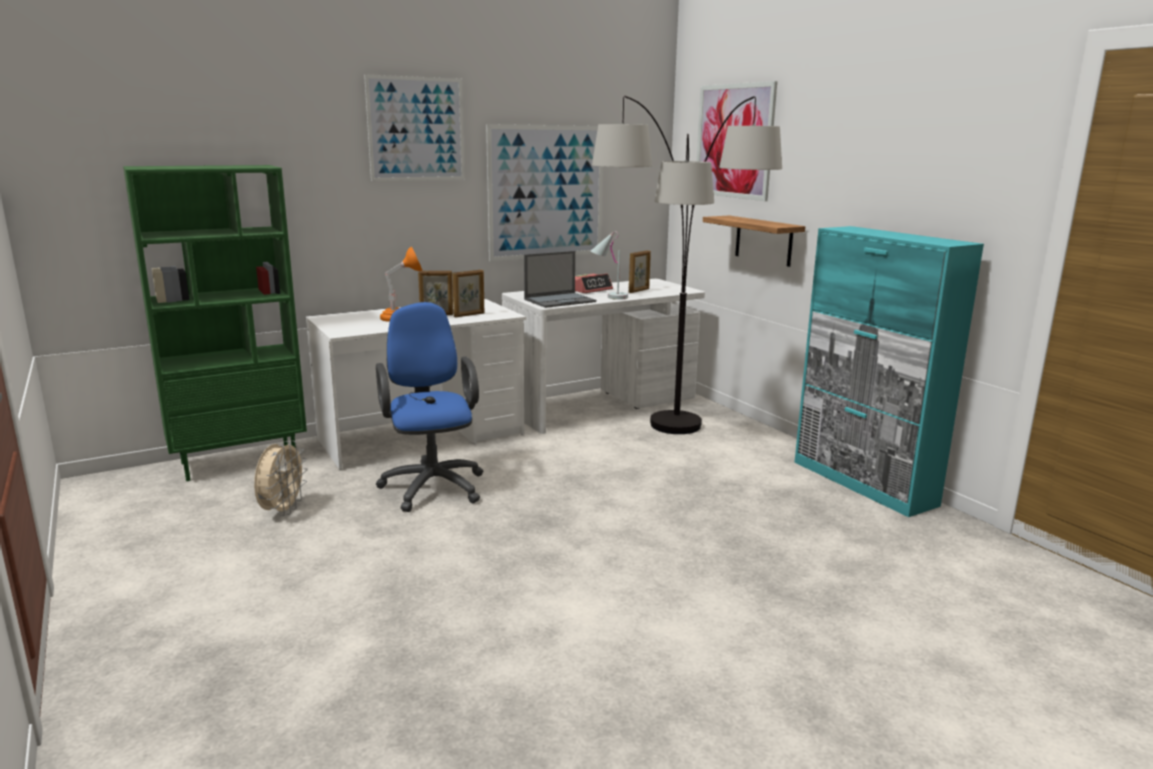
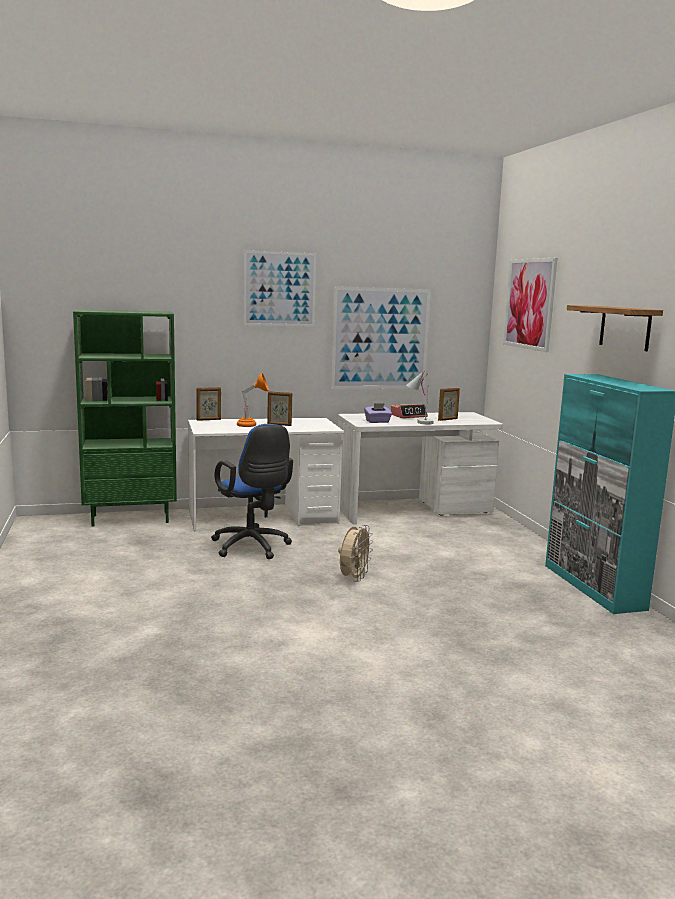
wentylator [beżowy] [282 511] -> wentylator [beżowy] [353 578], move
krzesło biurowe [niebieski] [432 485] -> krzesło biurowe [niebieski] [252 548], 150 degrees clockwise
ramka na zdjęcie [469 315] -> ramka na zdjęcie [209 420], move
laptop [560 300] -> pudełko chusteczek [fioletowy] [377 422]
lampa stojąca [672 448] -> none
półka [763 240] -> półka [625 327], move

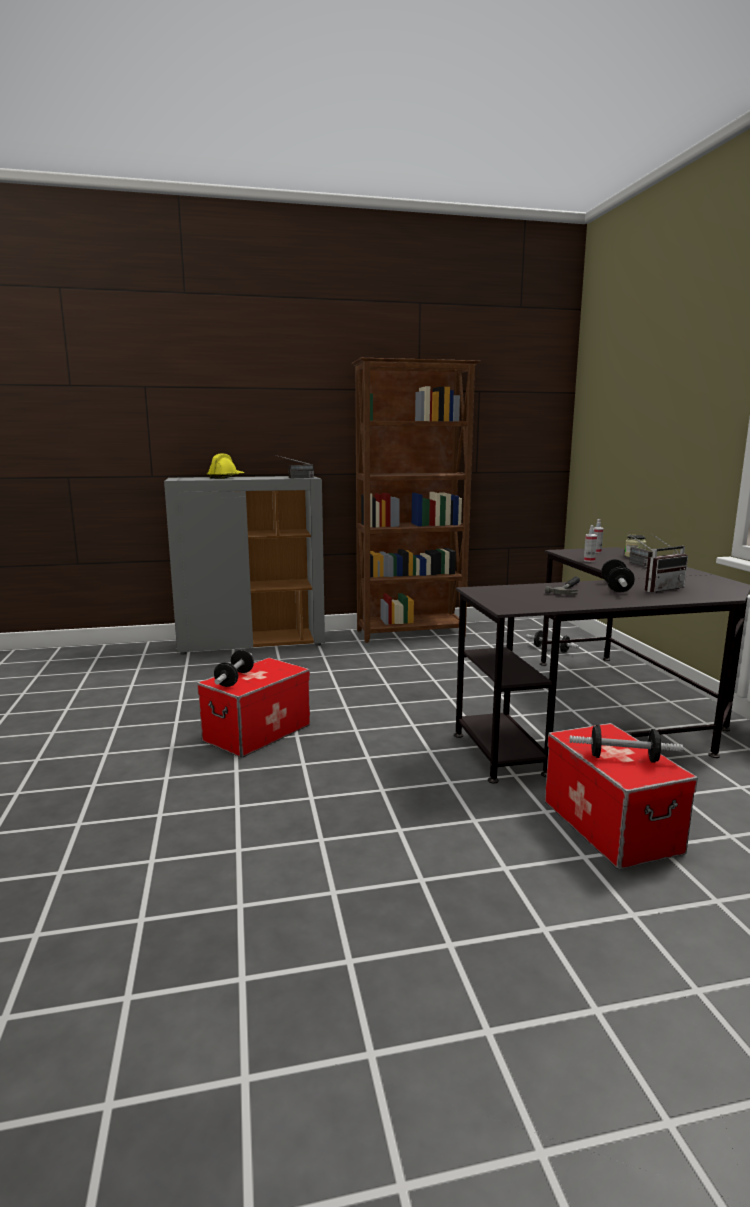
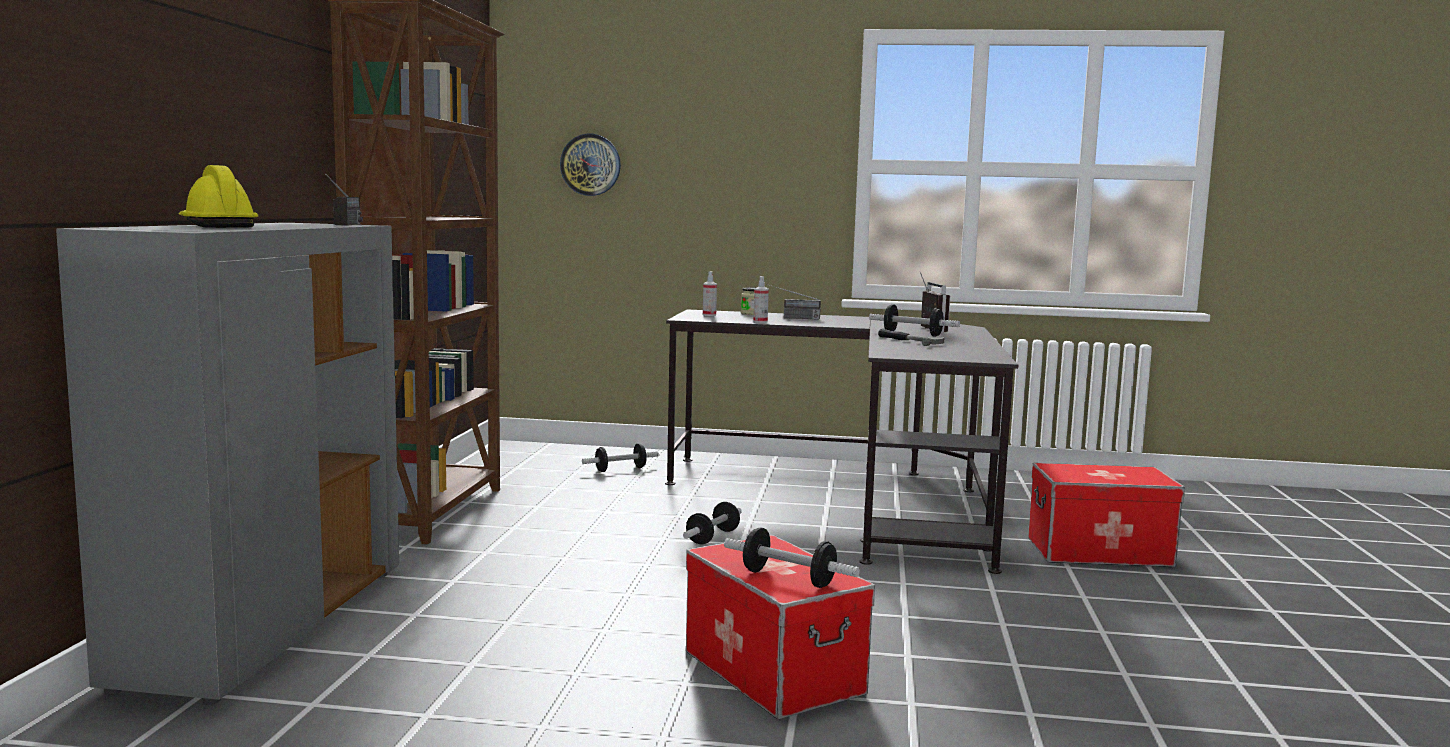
hantel [623 758] -> hantel [713 537], move
none -> zegar ścienny [590 164]

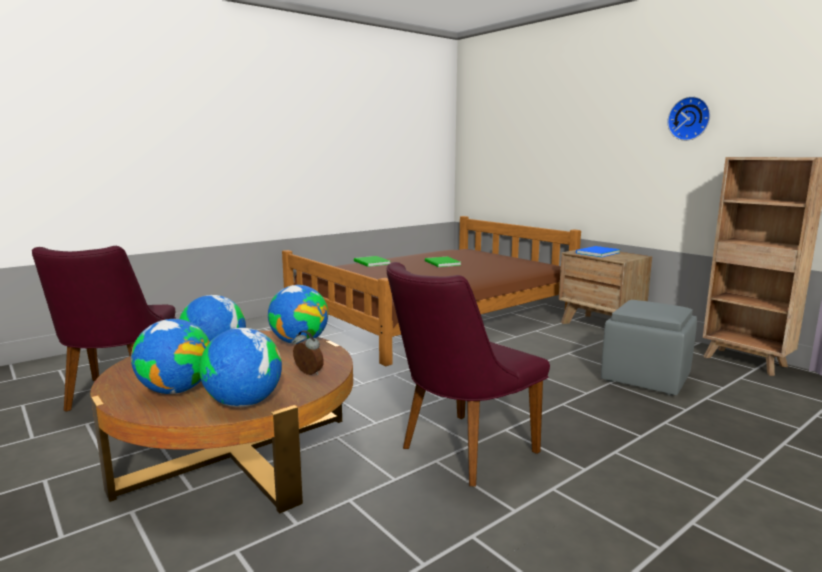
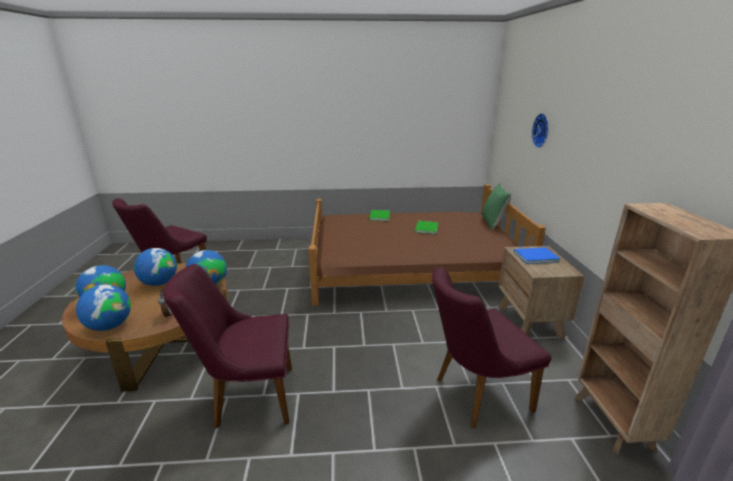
pufa [szary] [644 378] -> krzesło [fioletowy] [474 395]
zegar ścienny [690 118] -> zegar ścienny [542 130], move
none -> poduszka [zielony] [493 223]

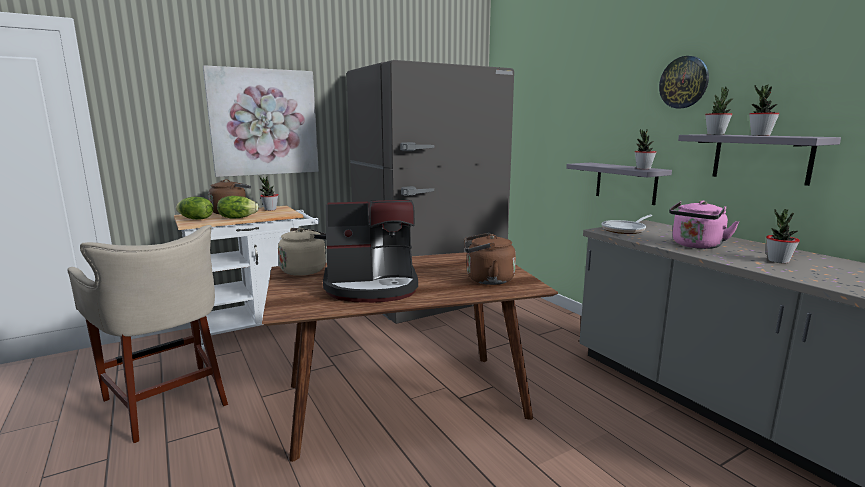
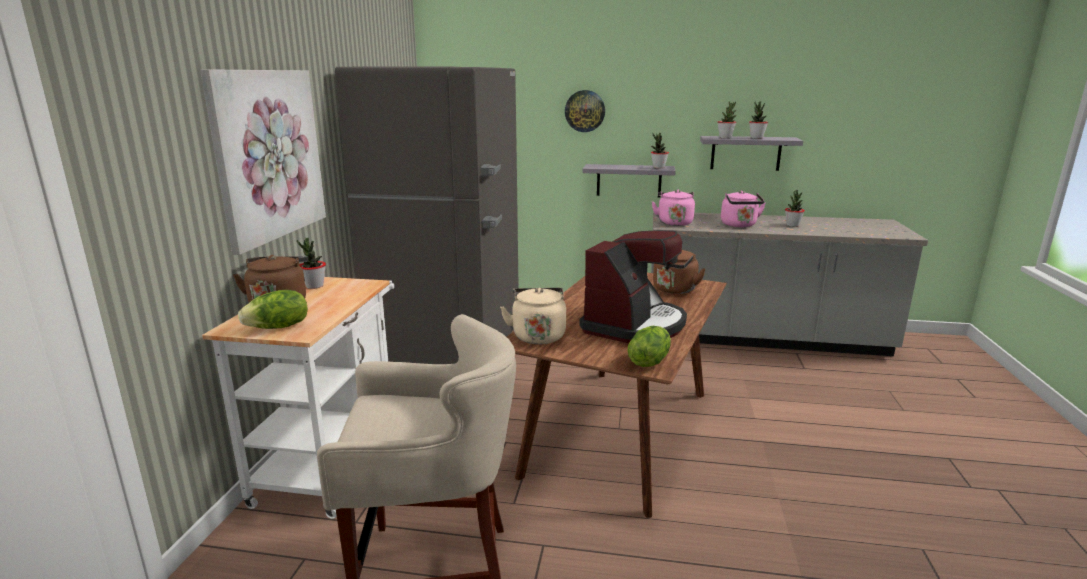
sałata [237 218] -> sałata [649 361], move
patelnia [625 230] -> czajnik [różowy] [674 223]
zegar ścienny [684 82] -> zegar ścienny [585 111], move

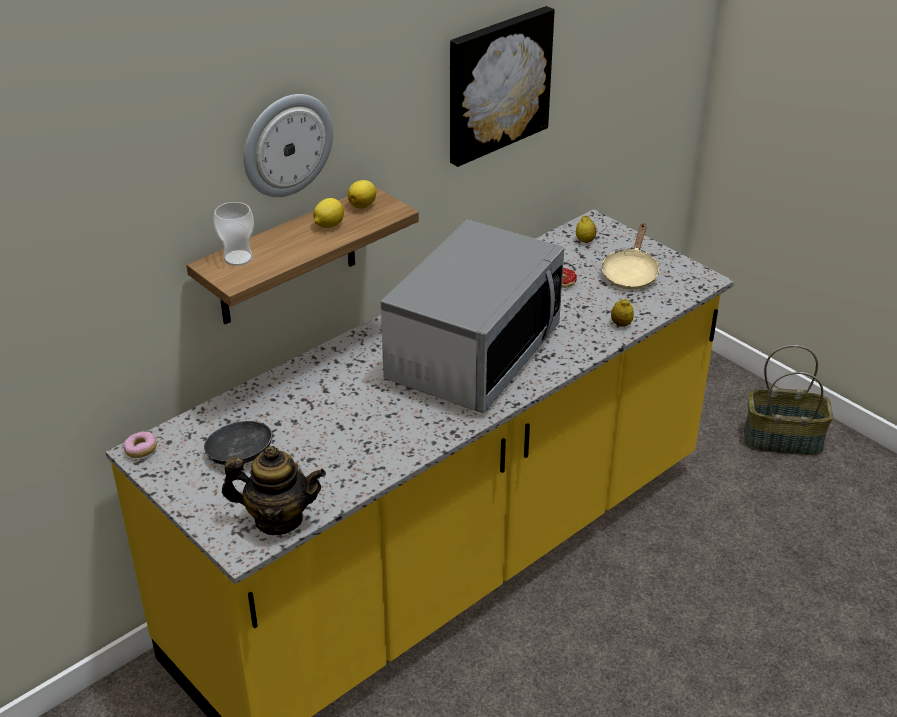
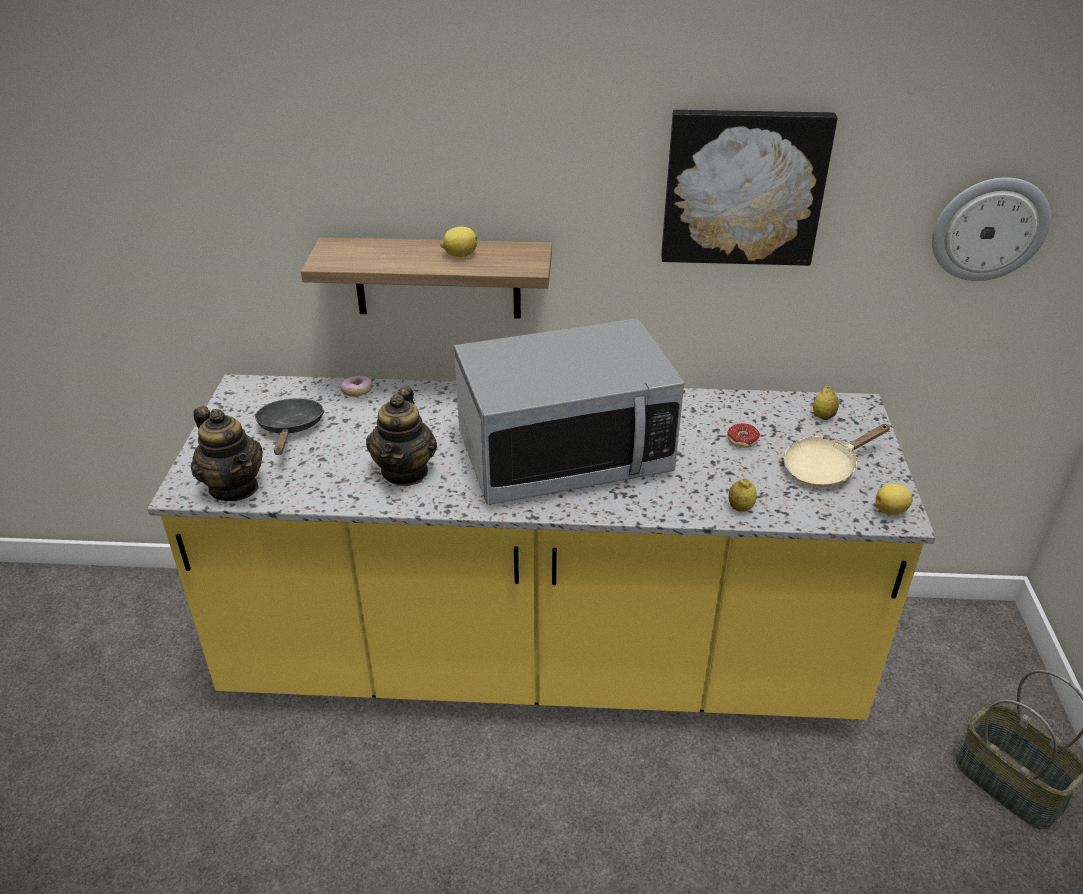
donut [141 450] -> donut [357 392], move
filiżanka [238 258] -> none
zegar ścienny [287 145] -> zegar ścienny [989 229], move
cytryna [363 205] -> cytryna [891 511], move
none -> imbryk [405 471]

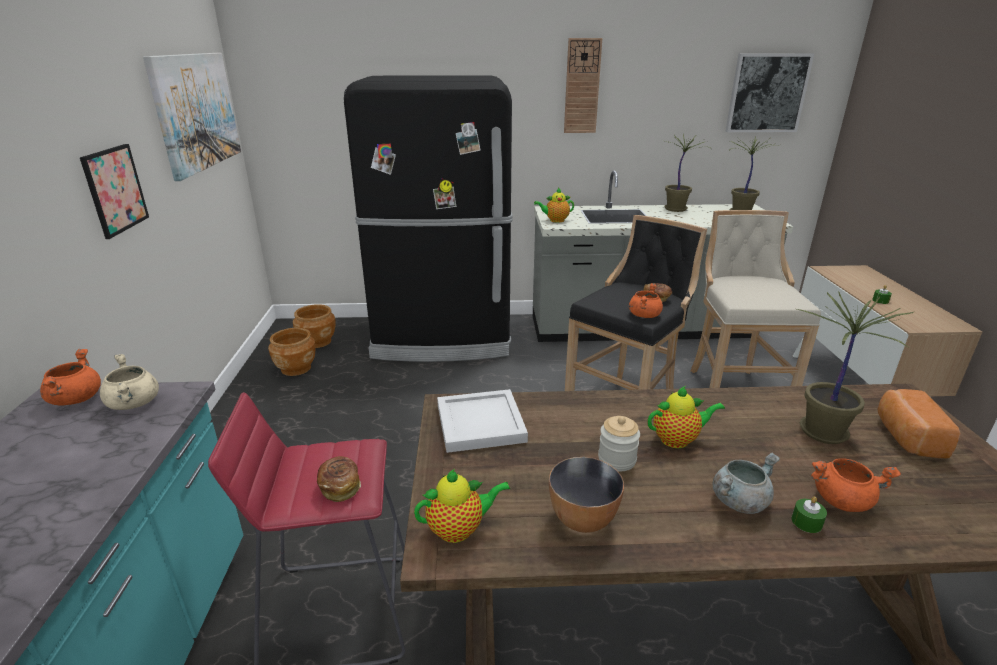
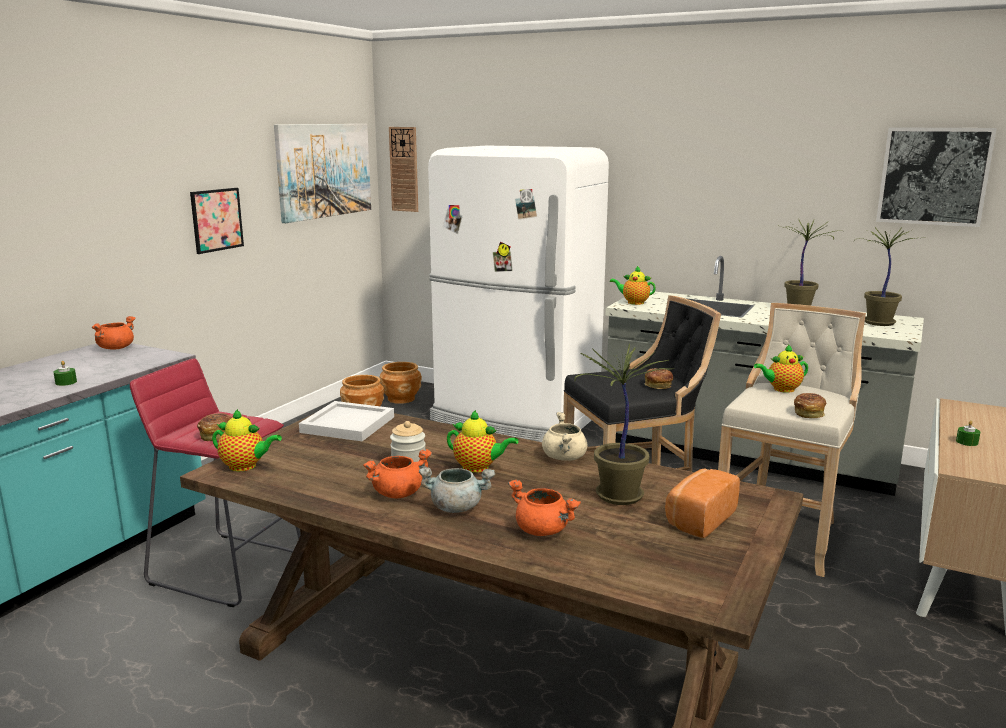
garnek [beżowy] [135 403] -> garnek [beżowy] [565 458], move
lodówka [czarny] [442 338] -> lodówka [biały] [515 419]
miska [583 519] -> none
zegar ścienny [582 86] -> zegar ścienny [404 169], move
garnek [pomarańczowy] [644 315] -> garnek [pomarańczowy] [398 493], move
świeca [zielony] [806 522] -> świeca [zielony] [66 382], move
none -> imbryk [781 389]
none -> chleb [809 413]

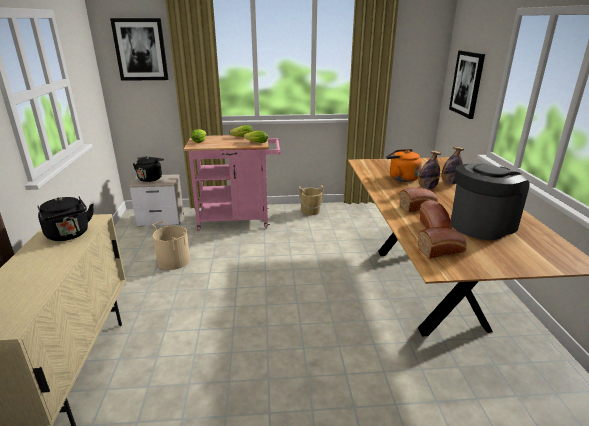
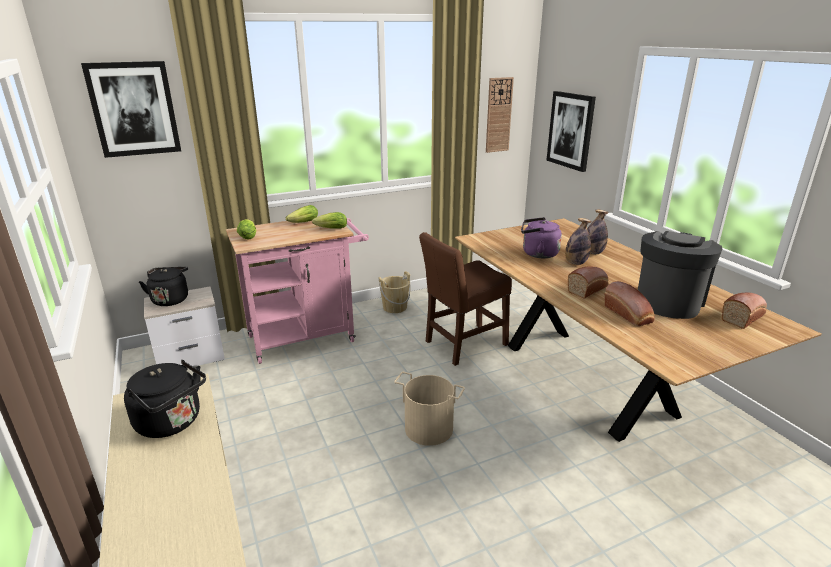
wiadro [beżowy] [174 260] -> wiadro [beżowy] [429 428], move
czajnik [pomarańczowy] [401 178] -> czajnik [fioletowy] [537 254]
chleb [442 250] -> chleb [743 317], move
none -> krzesło [brązowy] [463 345]
none -> zegar ścienny [498 115]

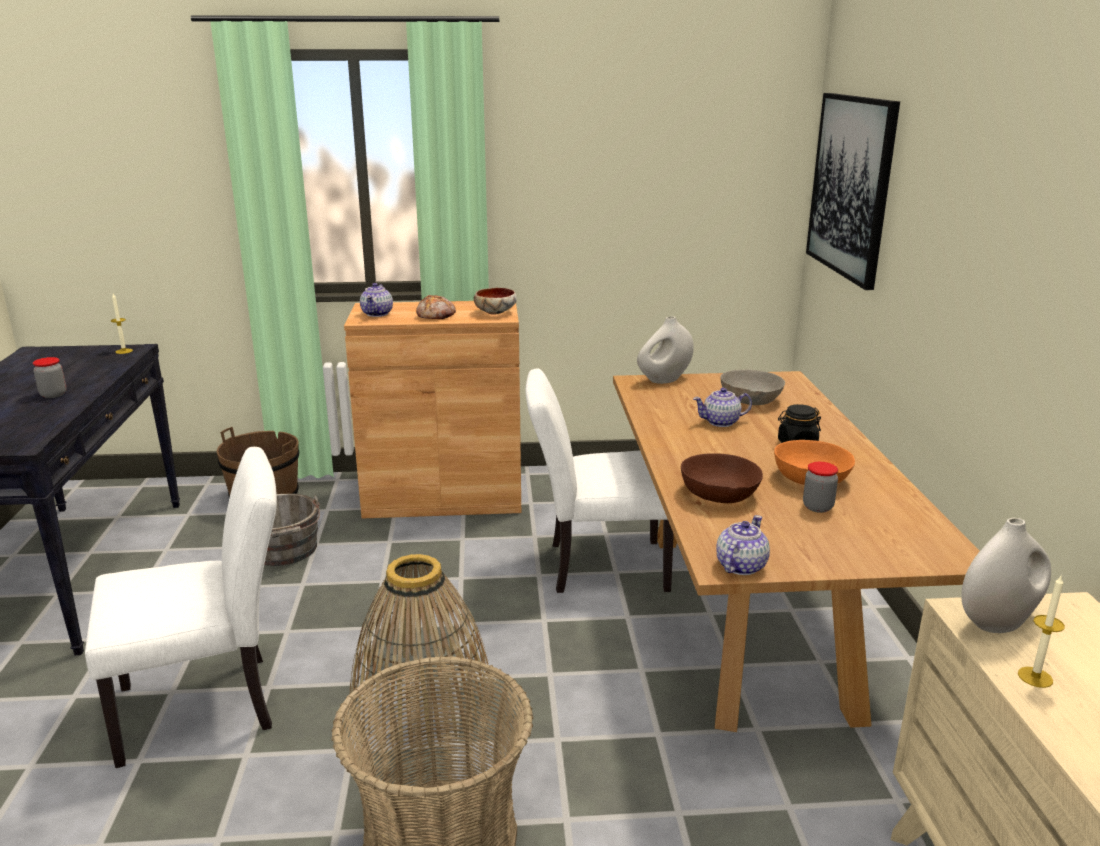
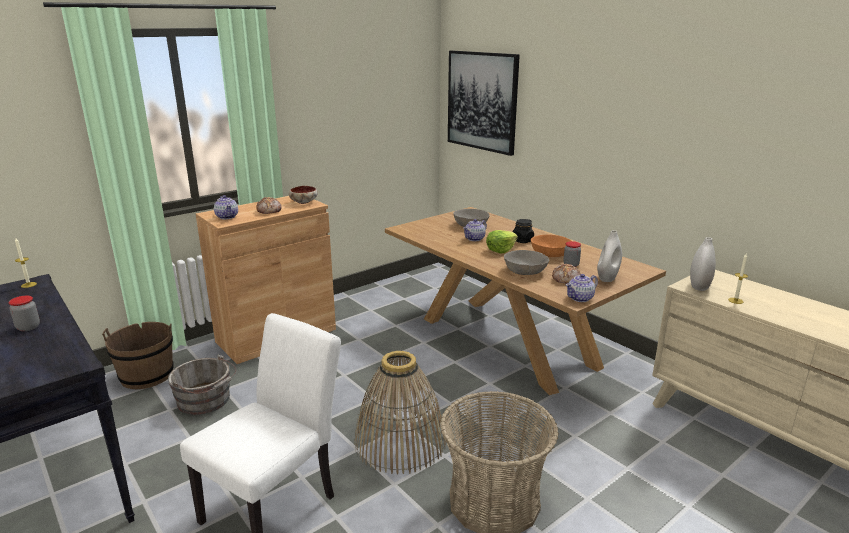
krzesło [biały] [597 566] -> none
wazon [biały] [664 380] -> wazon [biały] [607 278], move
miska [brązowy] [719 493] -> miska [szary] [525 271]
imbryk [740 566] -> imbryk [580 298], 120 degrees counterclockwise
none -> sałata [500 250]
none -> chleb [566 279]

